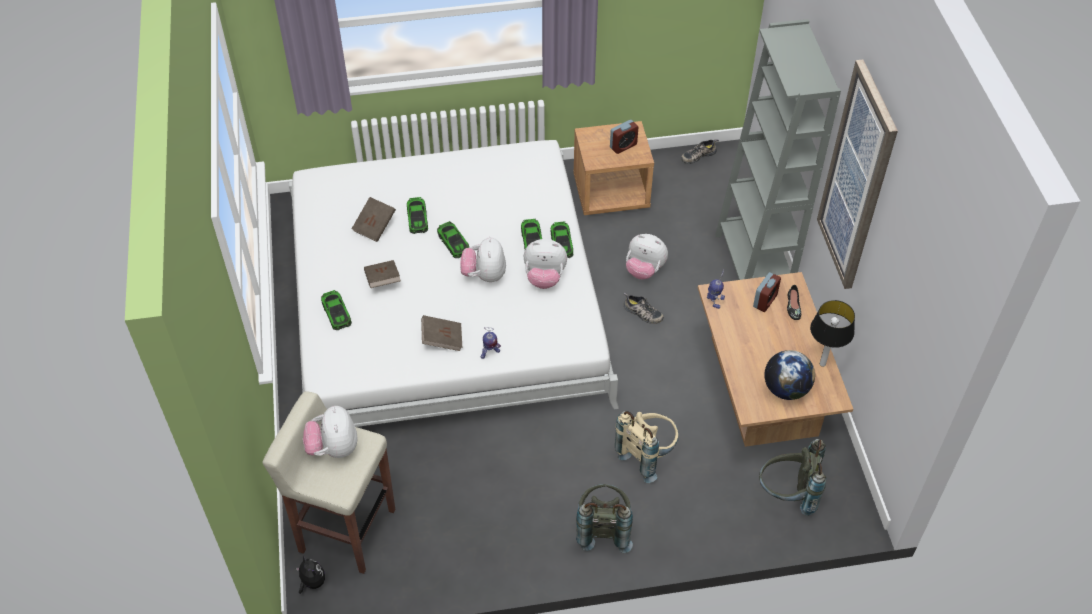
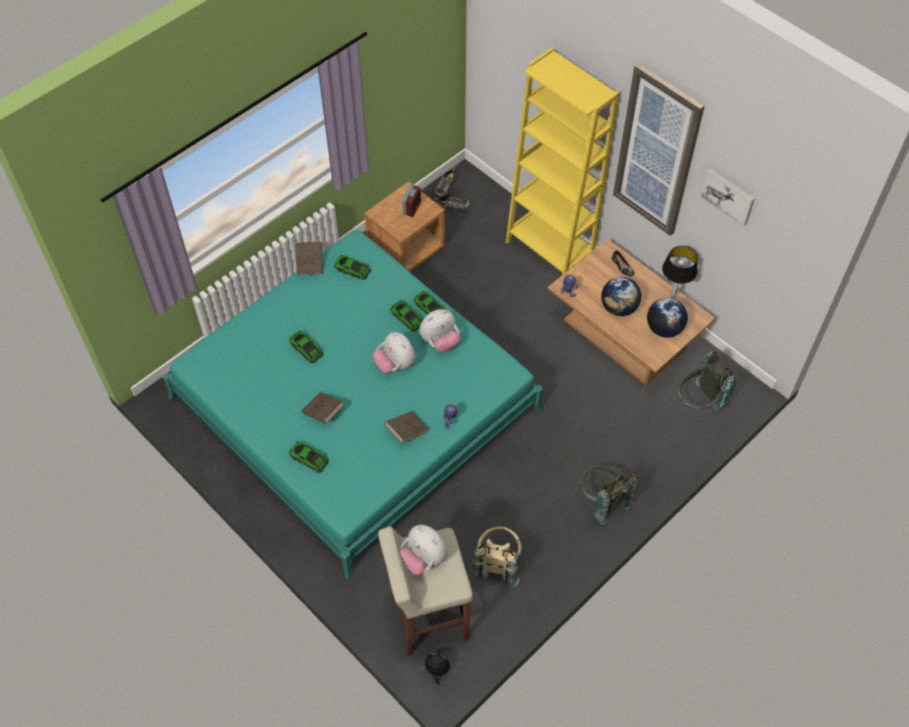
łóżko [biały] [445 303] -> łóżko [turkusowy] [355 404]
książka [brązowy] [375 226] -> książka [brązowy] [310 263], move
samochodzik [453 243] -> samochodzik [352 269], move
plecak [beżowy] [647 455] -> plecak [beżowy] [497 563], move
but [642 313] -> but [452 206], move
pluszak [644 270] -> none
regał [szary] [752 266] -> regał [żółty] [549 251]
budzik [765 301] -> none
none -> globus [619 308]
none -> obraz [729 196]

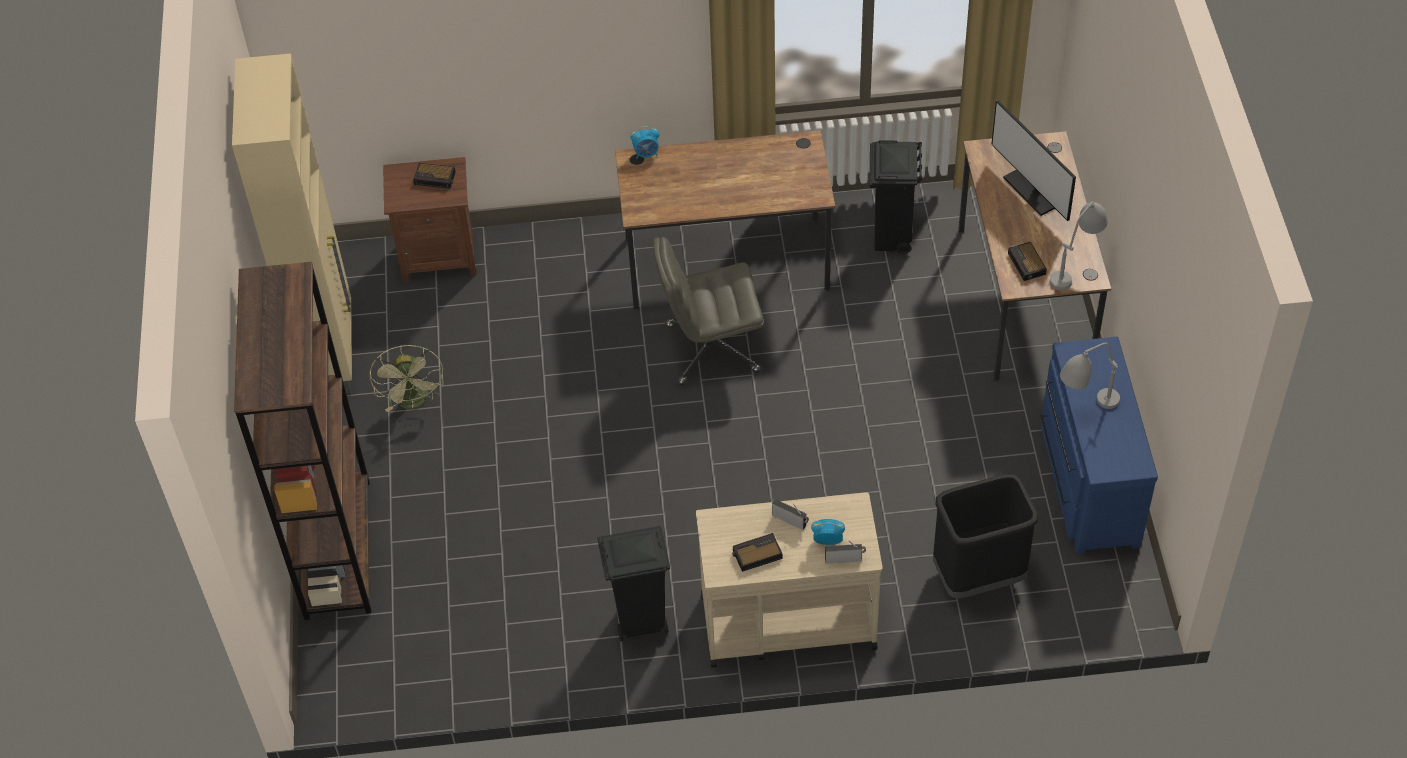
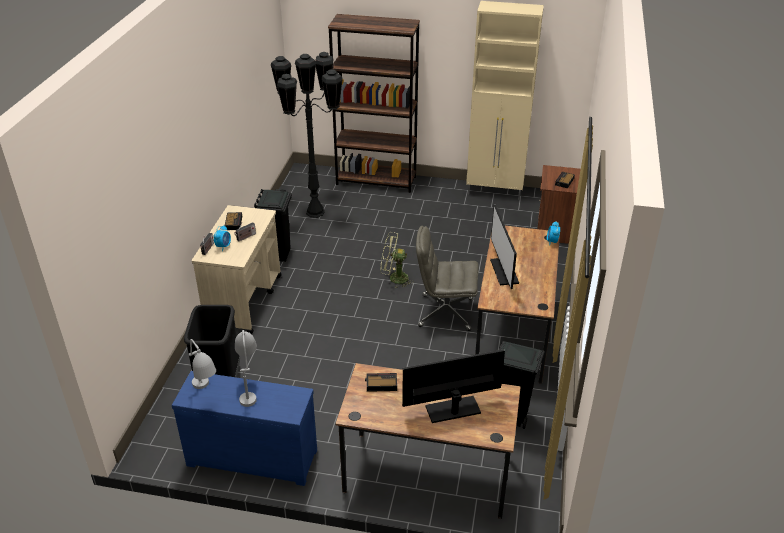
wentylator [zielony] [414 402] -> wentylator [zielony] [394 278], move
krzesło biurowe [szary] [711 349] -> krzesło biurowe [szary] [445 313], 90 degrees counterclockwise
lampa stołowa [szary] [1076 268] -> lampa stołowa [szary] [206 394], move
none -> lampa stojąca [czarny] [314 212]
none -> monitor [504 271]

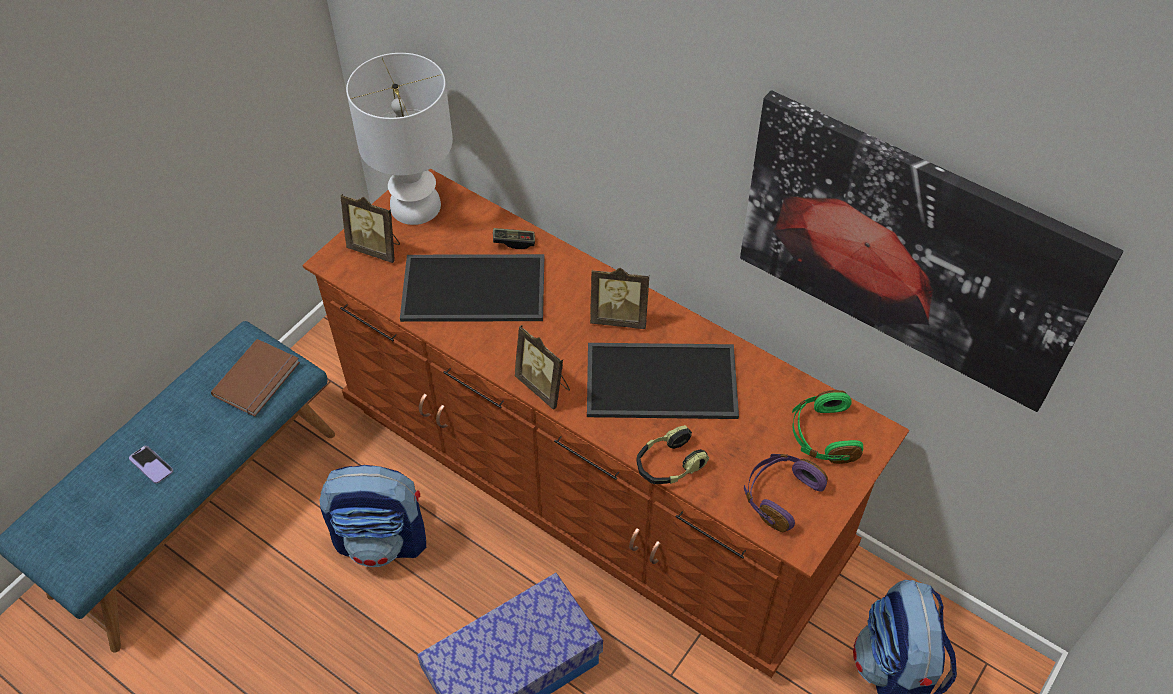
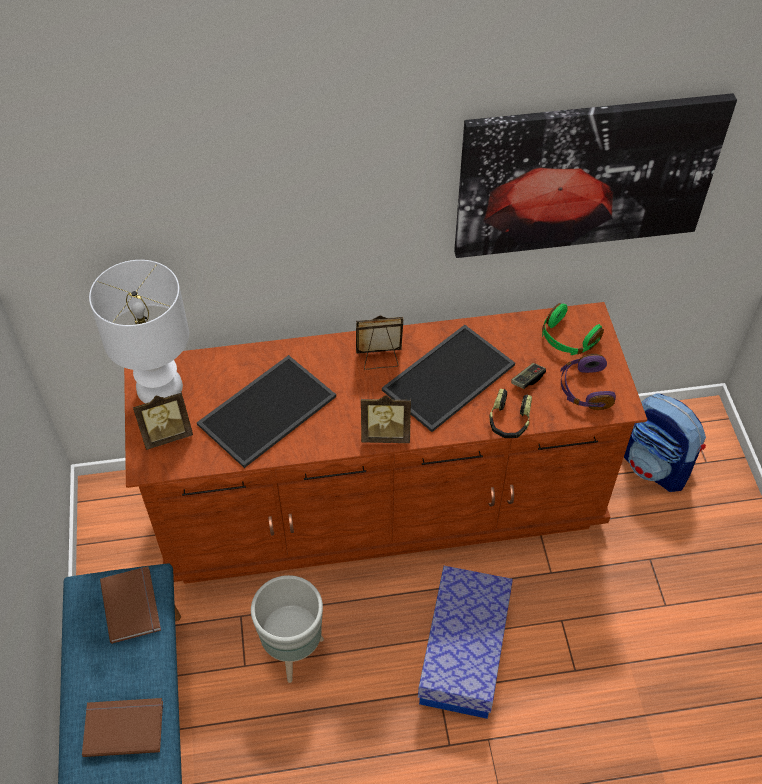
telefon [151 465] -> książka [brązowy] [123 726]
plecak [383 539] -> donica [szary] [293 650]
pad do gier [514 242] -> pad do gier [527 380], move
ramka na zdjęcie [619 317] -> ramka na zdjęcie [379 359], 150 degrees counterclockwise

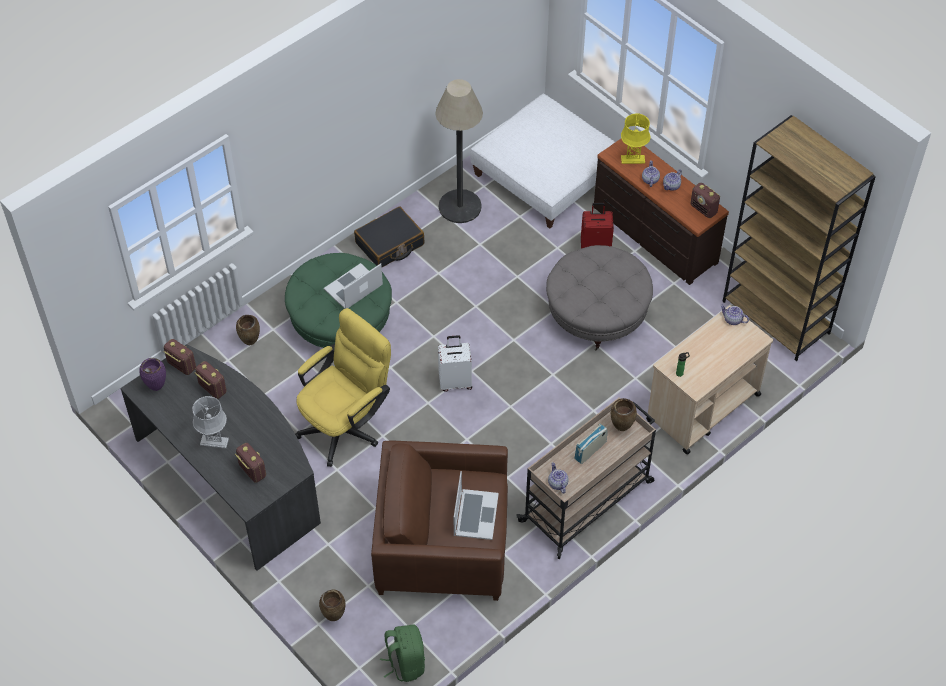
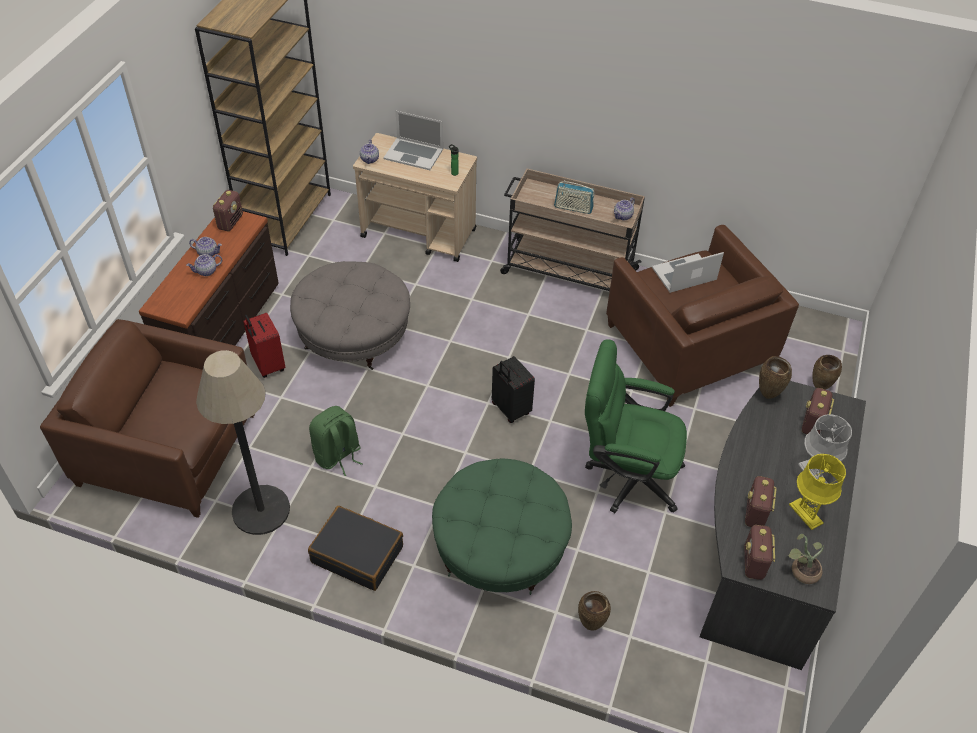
wazon [fioletowy] [157 387] -> roślina doniczkowa [801 571]
krzesło biurowe [żółty] [346 425] -> krzesło biurowe [zielony] [625 475]
laptop [353 287] -> laptop [413 154], move
plecak [zielony] [405 663] -> plecak [zielony] [338 456], move
walizka [biały] [455 382] -> walizka [czarny] [510 409]
pufa [biały] [546 174] -> fotel [brązowy] [169 448]
wazon [brązowy] [621 428] -> wazon [brązowy] [768 396], move
lampa stołowa [żółty] [633 159] -> lampa stołowa [żółty] [805 514], move

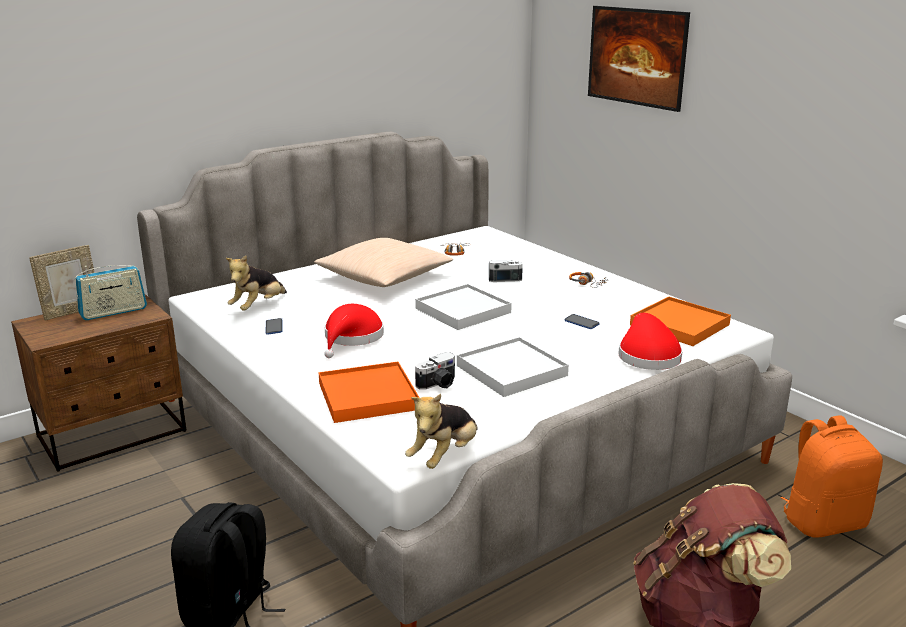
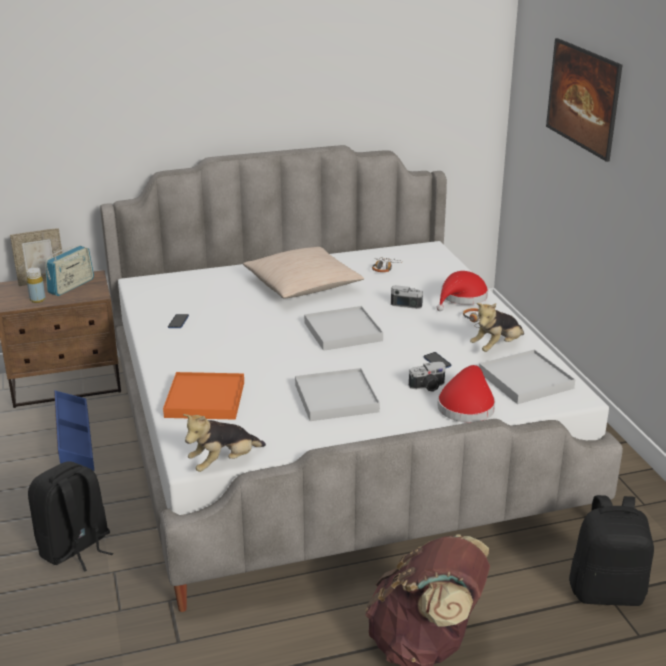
radio [113 312] -> radio [71 286], 45 degrees counterclockwise
pluszak [258 307] -> pluszak [497 347], move
kapelusz [czerwony] [352 338] -> kapelusz [czerwony] [461 298], move
aparat fotograficzny [438 384] -> aparat fotograficzny [428 387], move
taca [pomarańczowy] [679 325] -> taca [biały] [525 380]
plecak [pomarańczowy] [823 522] -> plecak [czarny] [607 591]
none -> butelka [żółty] [37 300]
none -> pojemnik do przechowywania [niebieski] [73 441]

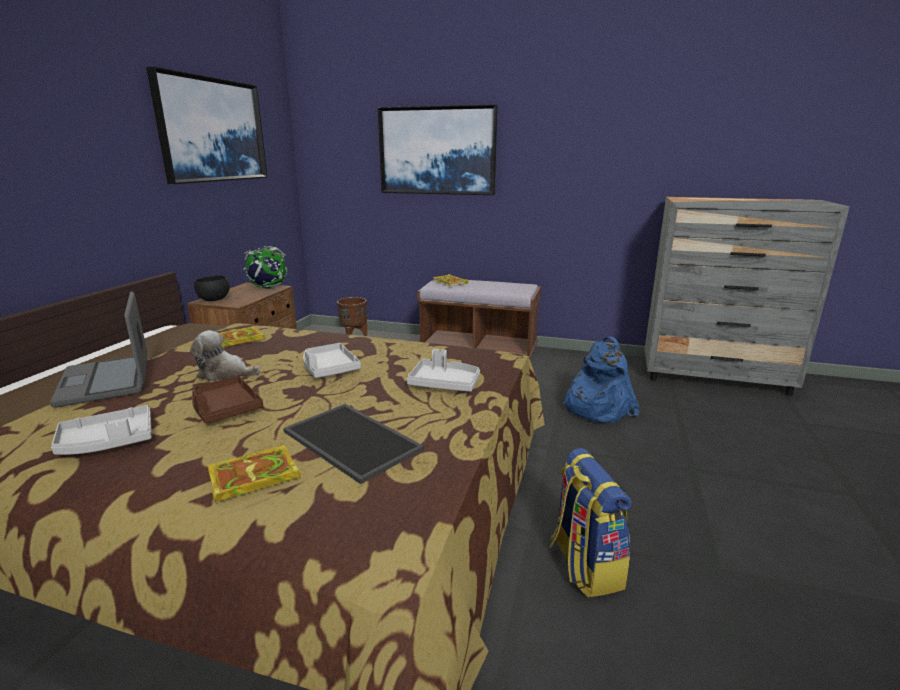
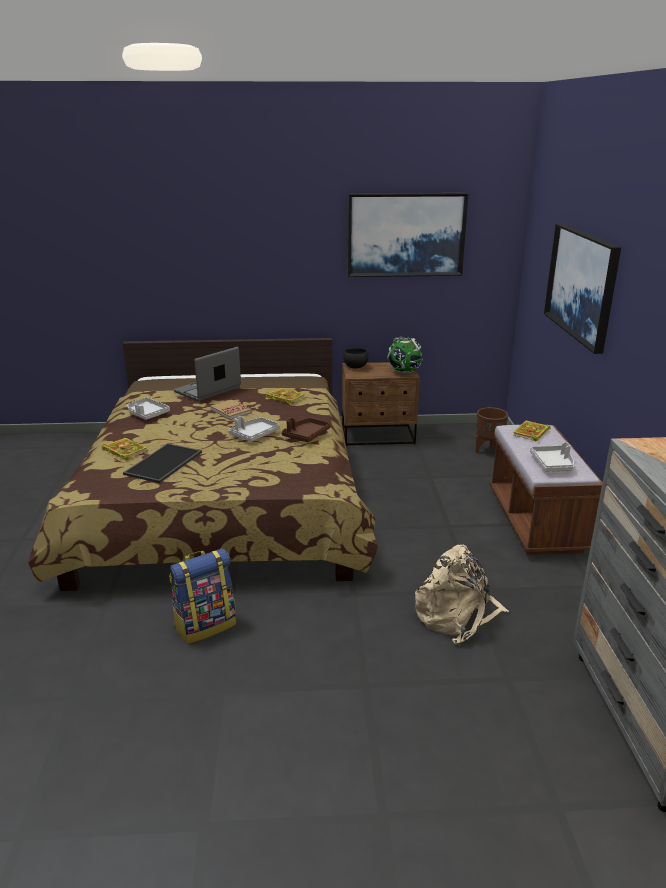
pluszak [225 374] -> książka [231 411]
taca [brązowy] [225 408] -> taca [brązowy] [306 435], move
taca [szary] [444 384] -> taca [szary] [553 464], move
plecak [niebieski] [595 407] -> plecak [beżowy] [457 615]

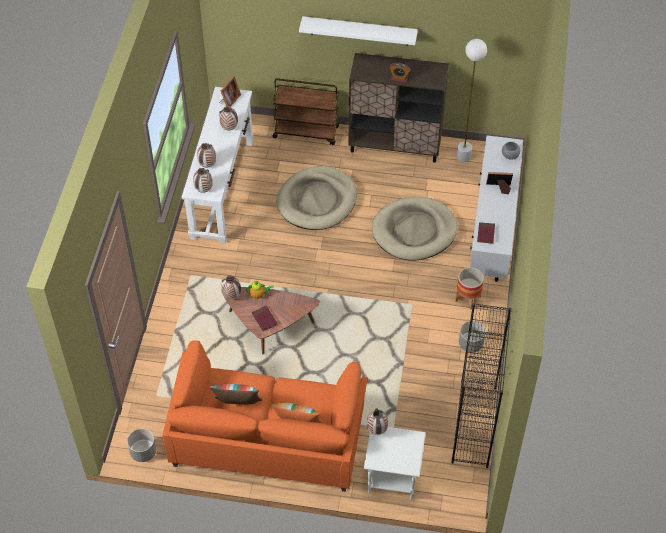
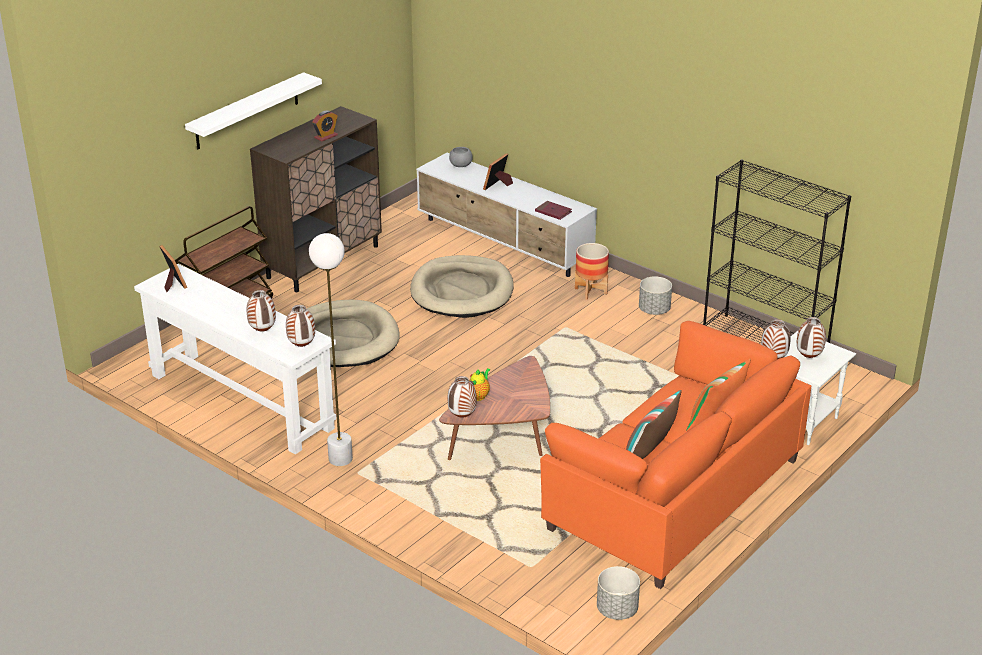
wazon [229 128] -> wazon [808 357], move
książka [czerwony] [264 319] -> none
lampa stojąca [biały] [463 157] -> lampa stojąca [biały] [340 459], move

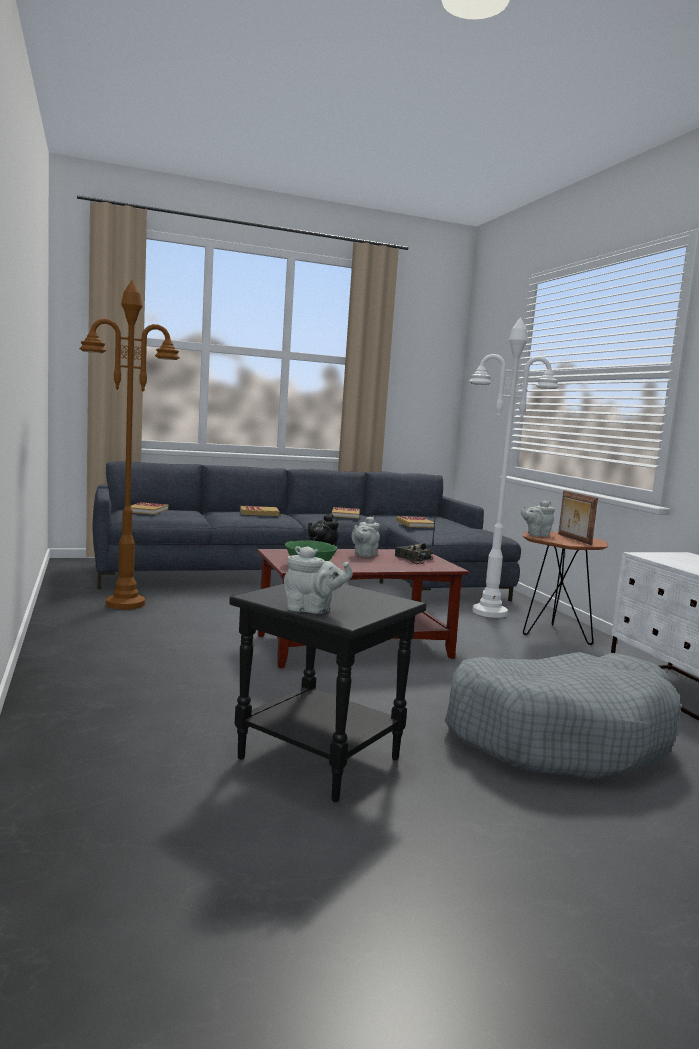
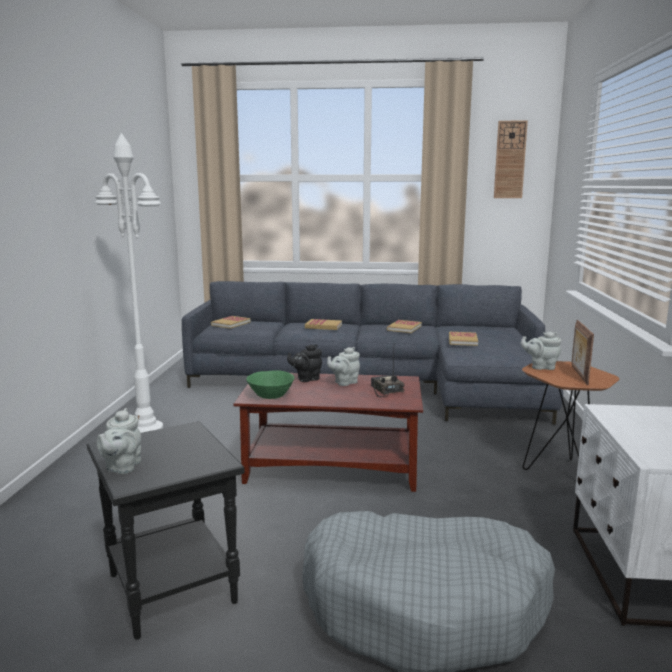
lampa stojąca [brązowy] [126 604] -> none
imbryk [szary] [312 610] -> imbryk [szary] [122 467], 60 degrees clockwise
lampa stojąca [biały] [489 612] -> lampa stojąca [biały] [145 430], move
none -> zegar ścienny [510 160]

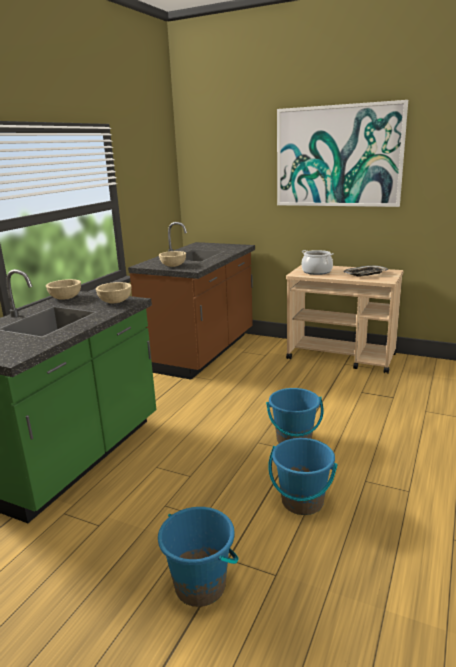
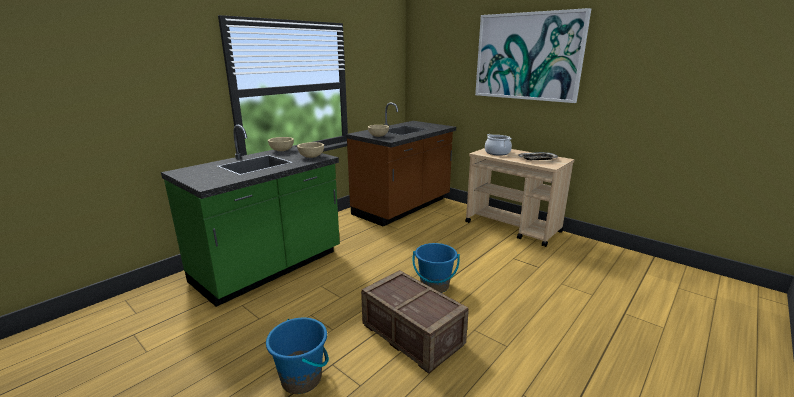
wiadro [niebieski] [302 502] -> skrzynka [413 335]

